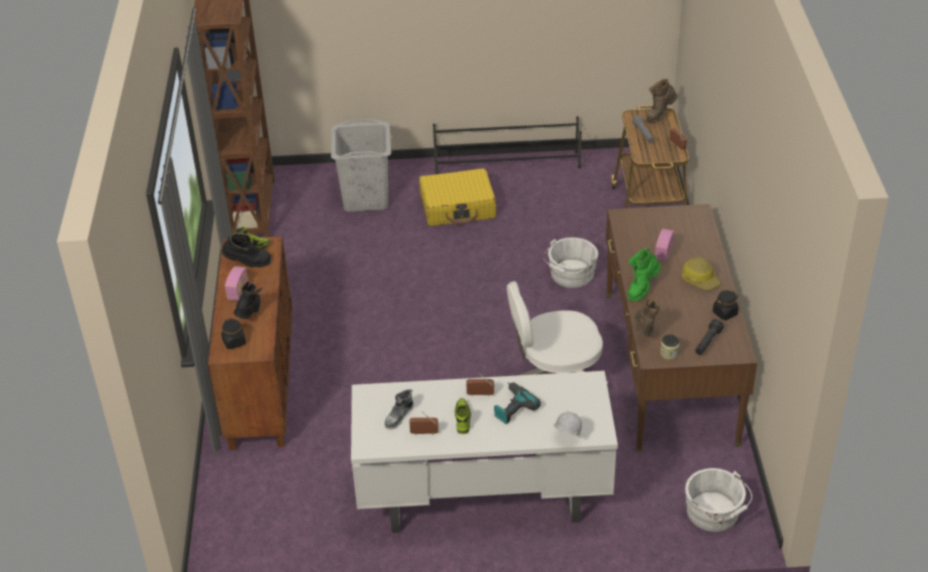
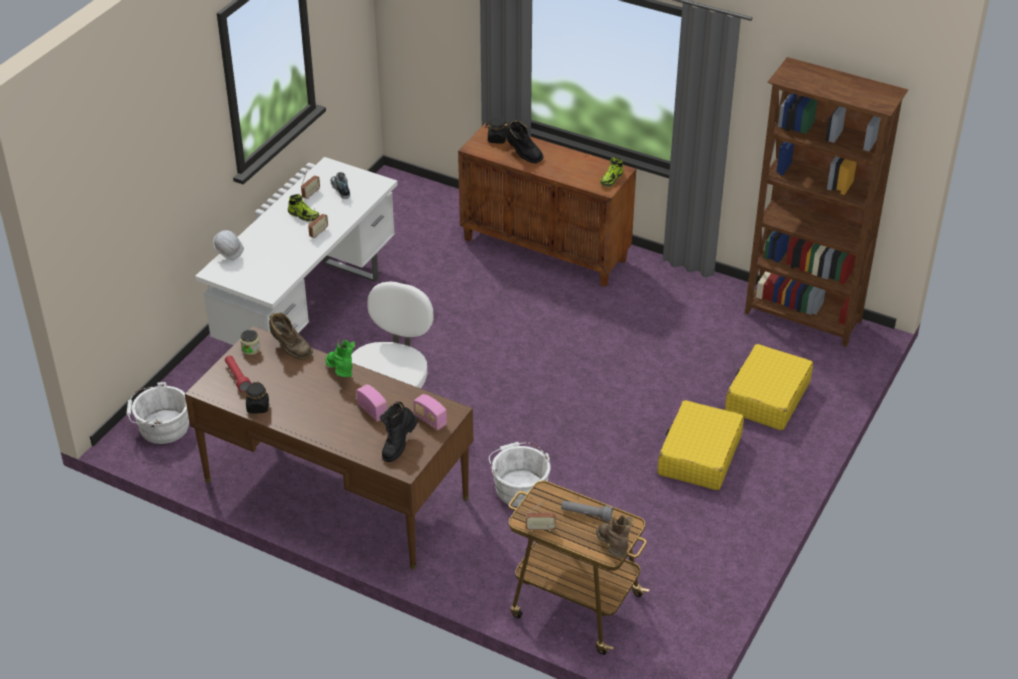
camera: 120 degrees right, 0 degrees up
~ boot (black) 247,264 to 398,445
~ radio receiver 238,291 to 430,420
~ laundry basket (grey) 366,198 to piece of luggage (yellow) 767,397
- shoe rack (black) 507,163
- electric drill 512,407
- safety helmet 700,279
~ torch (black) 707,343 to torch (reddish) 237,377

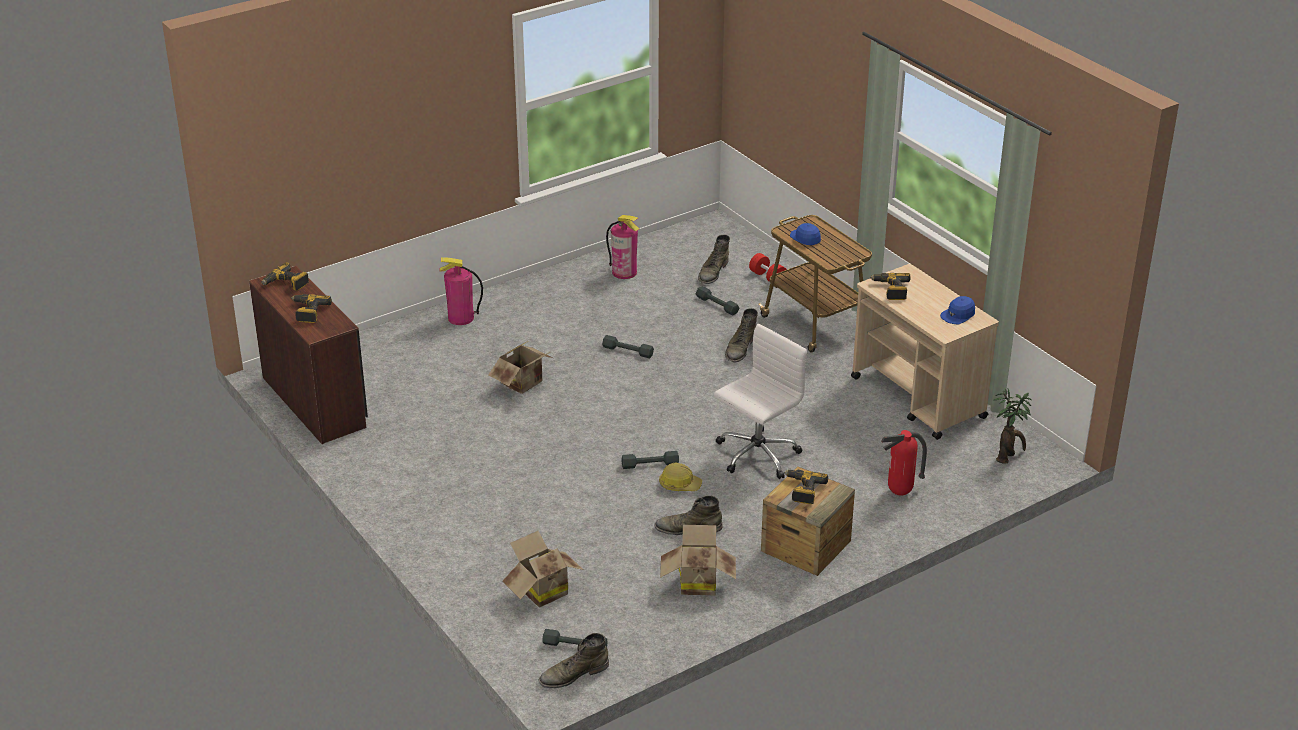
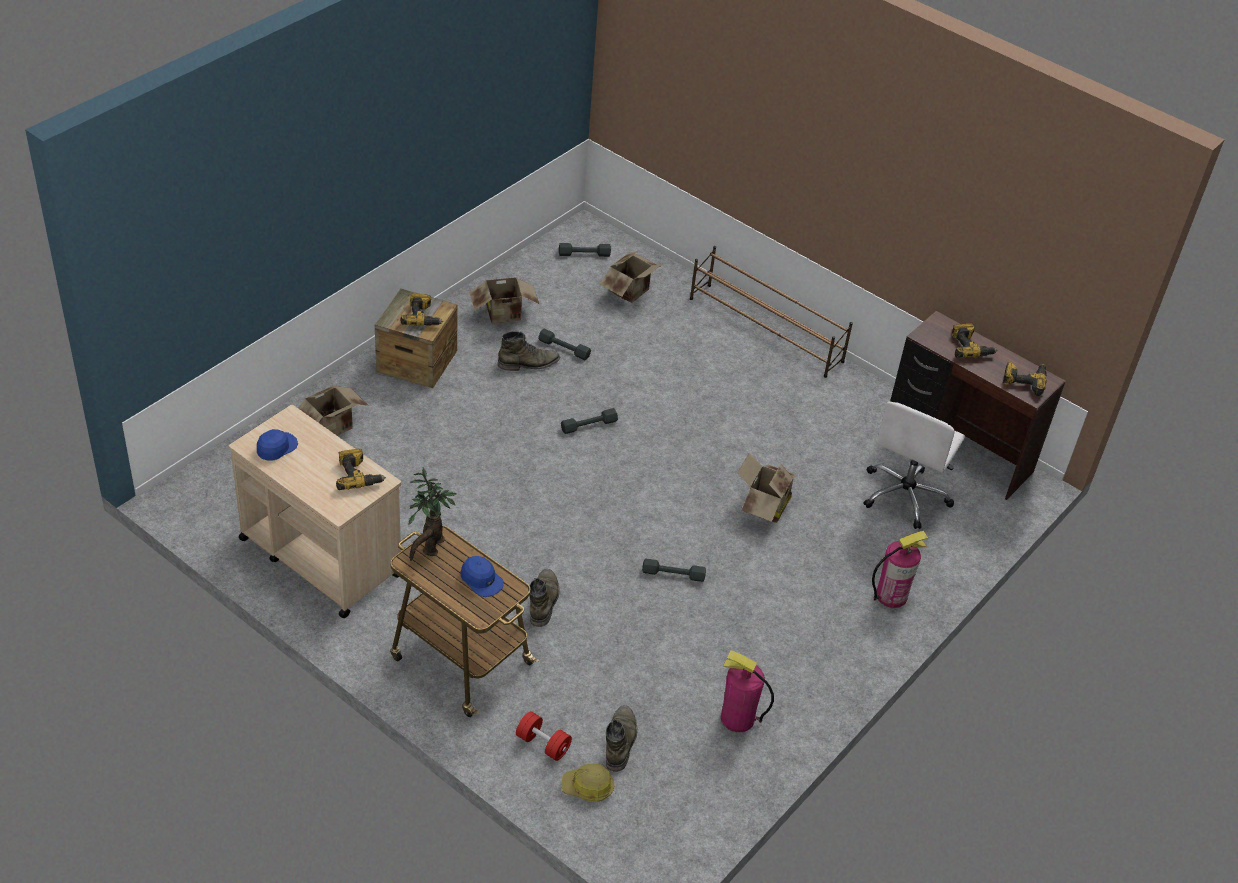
camera: 160 degrees right, 10 degrees up
- boot (green-coloured) 573,674
~ safety helmet 679,484 to 588,787
~ dumbbell (grey) 717,305 to 564,349
~ office chair (white) 756,455 to 905,495
~ fire extinguisher 900,493 to packing box 333,428
~ plant in a pot 1008,456 to 430,548
+ shoe rack (brown) 766,330

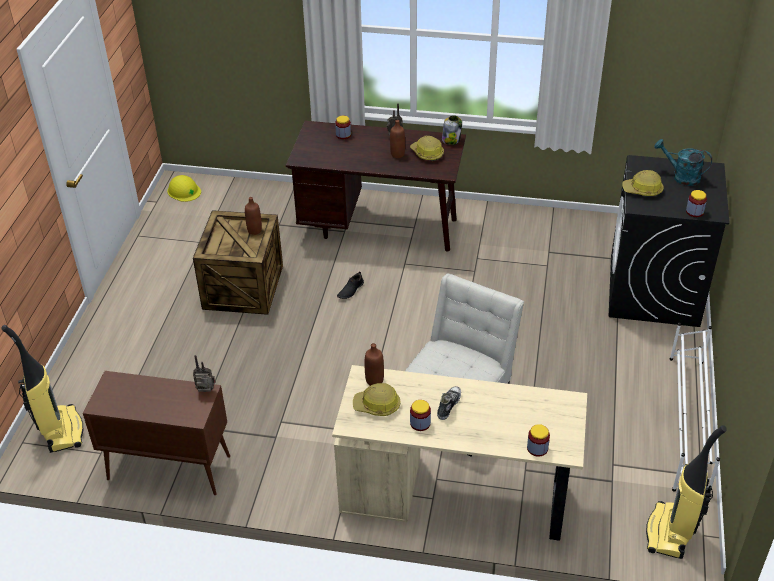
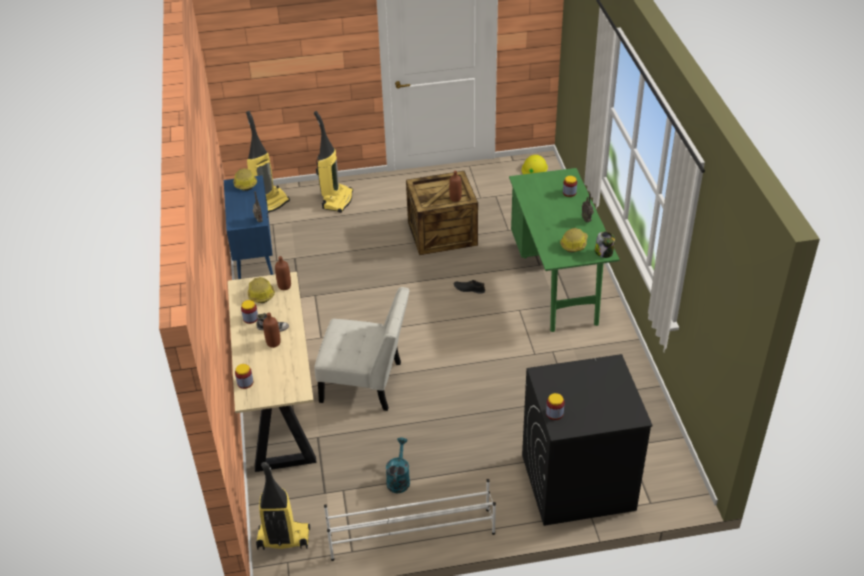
camera: 70 degrees right, 0 degrees up
~ cabinet (brown) 167,468 to cabinet (bluish) 254,258
~ desk table (brown) 379,227 to desk table (green-coloured) 557,283
~ beverage bottle (brown) 397,154 to 273,343
~ safety helmet 642,190 to 245,183
~ watering pot (turquoise-coloured) 681,176 to 398,478
+ hoover 337,200

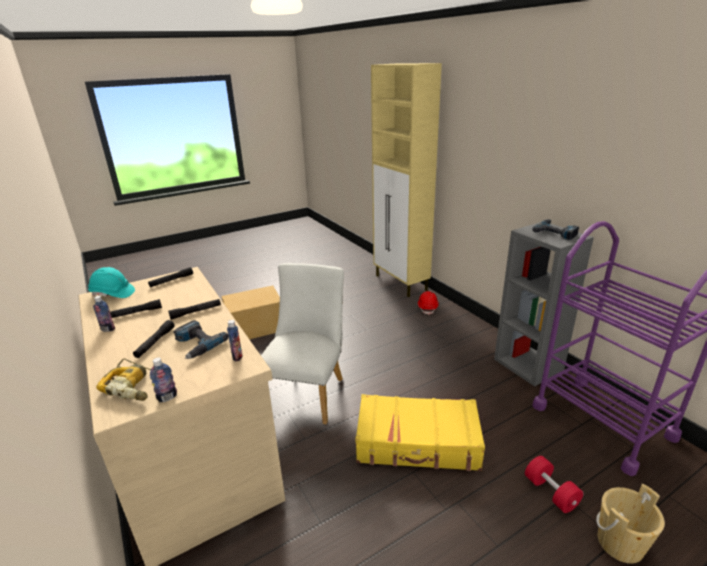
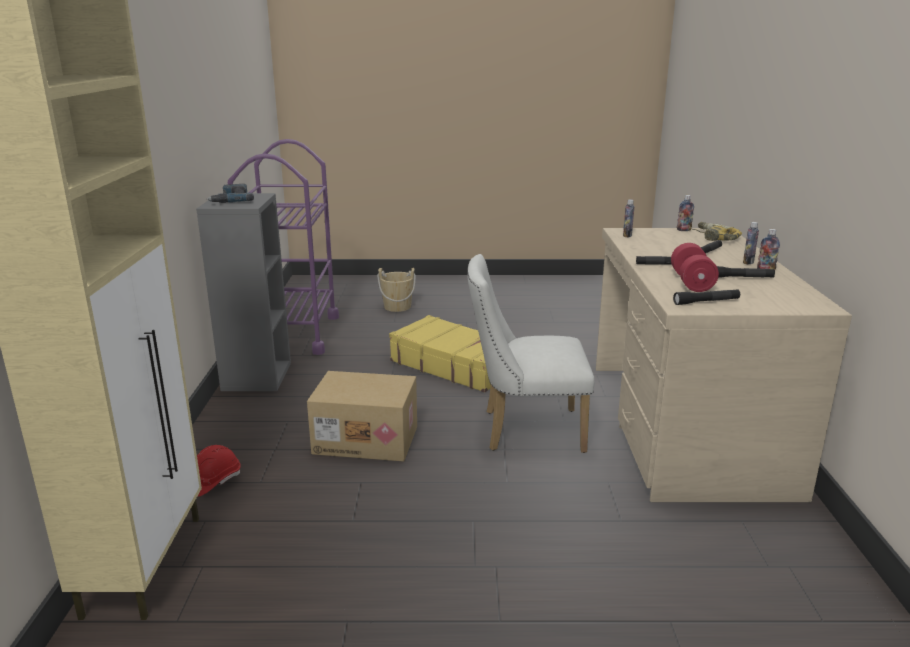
camera: 150 degrees left, 5 degrees down
- safety helmet (turquoise-coloured) 113,294
- electric drill 196,344
~ packing box 255,328 to 367,439
~ upright chair (white) 309,392 = 524,430 45 degrees clockwise
~ dumbbell (reddish) 550,492 to 691,282
+ beverage bottle 748,262

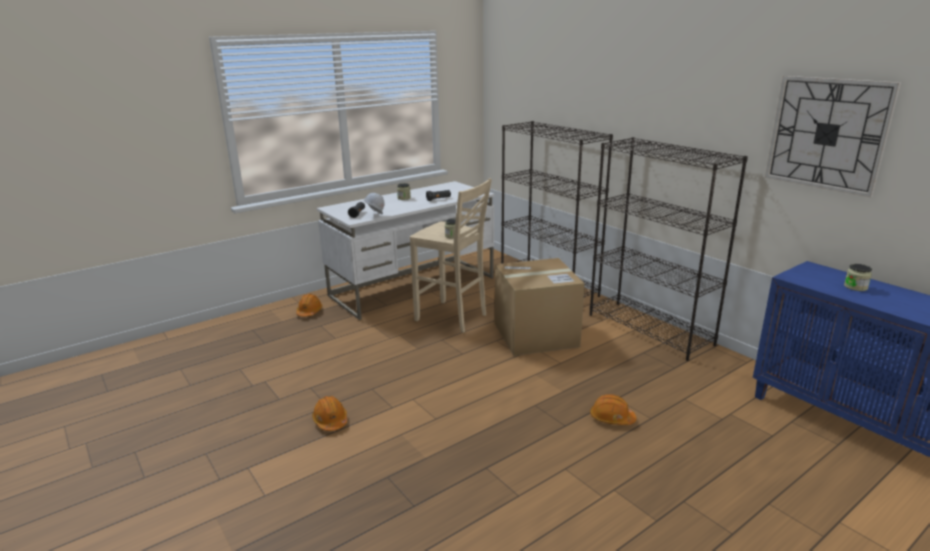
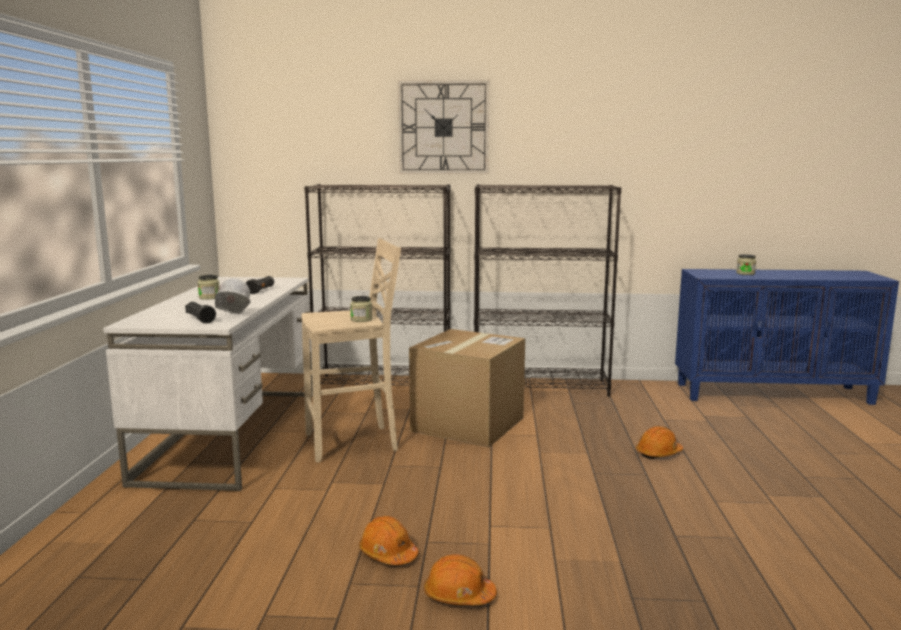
camera: 50 degrees left, 10 degrees down
~ safety helmet (orange-coloured) 309,312 to 388,554
~ hanging clock 827,134 to 443,127

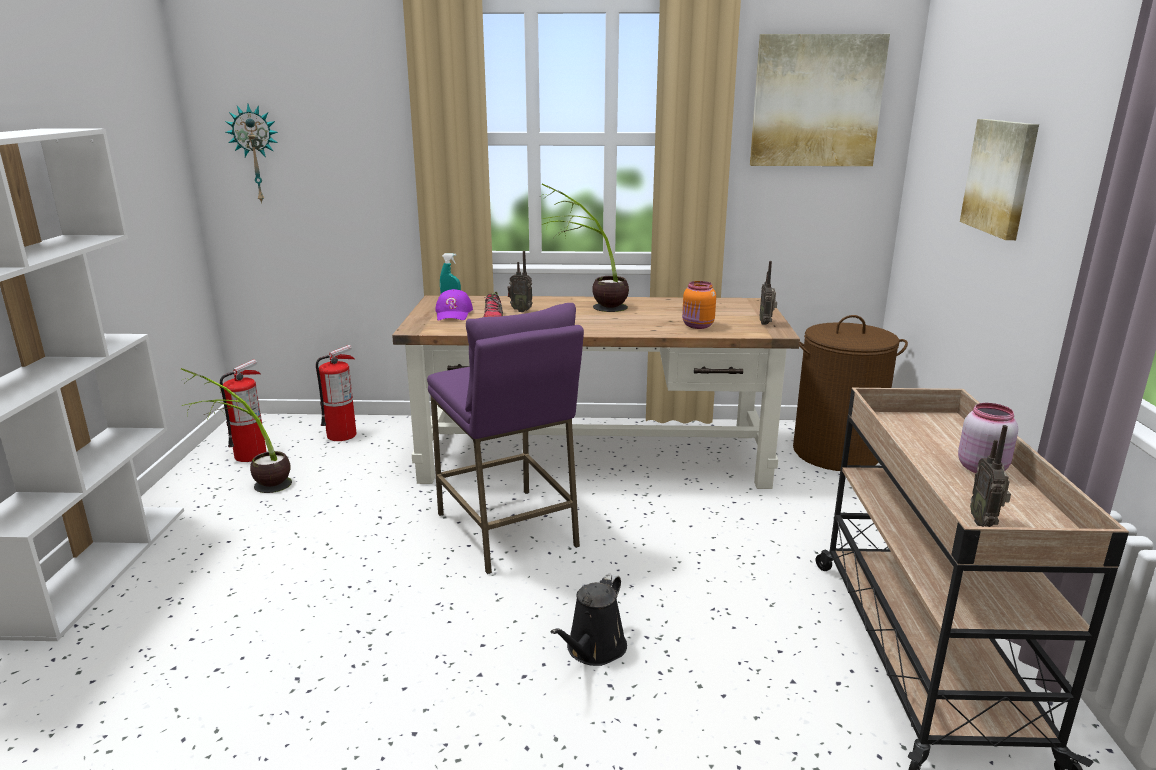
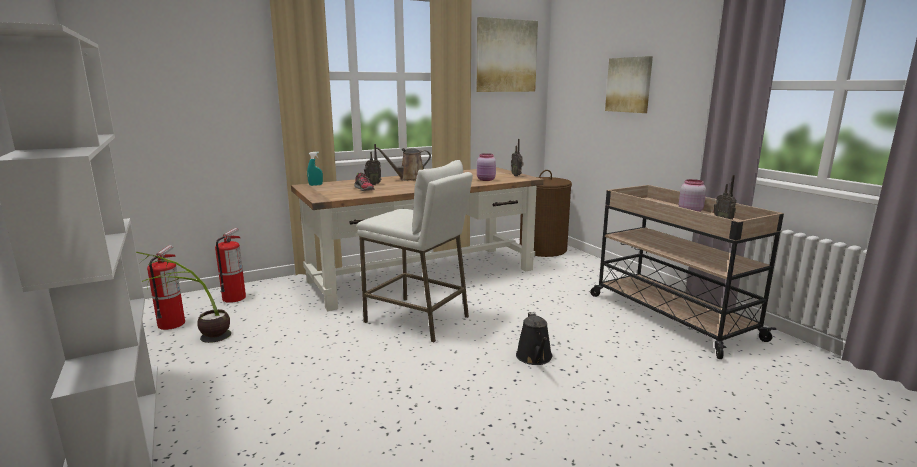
camera: 30 degrees left, 5 degrees down
- hanging clock 256,154
~ stool (purplish) 508,530 to stool (white) 418,319
- peaked cap (purplish) 453,313
~ plant in a pot 589,306 to watering pot (brown) 409,179
~ preserve jar (orange-coloured) 698,326 to preserve jar (pink) 486,180

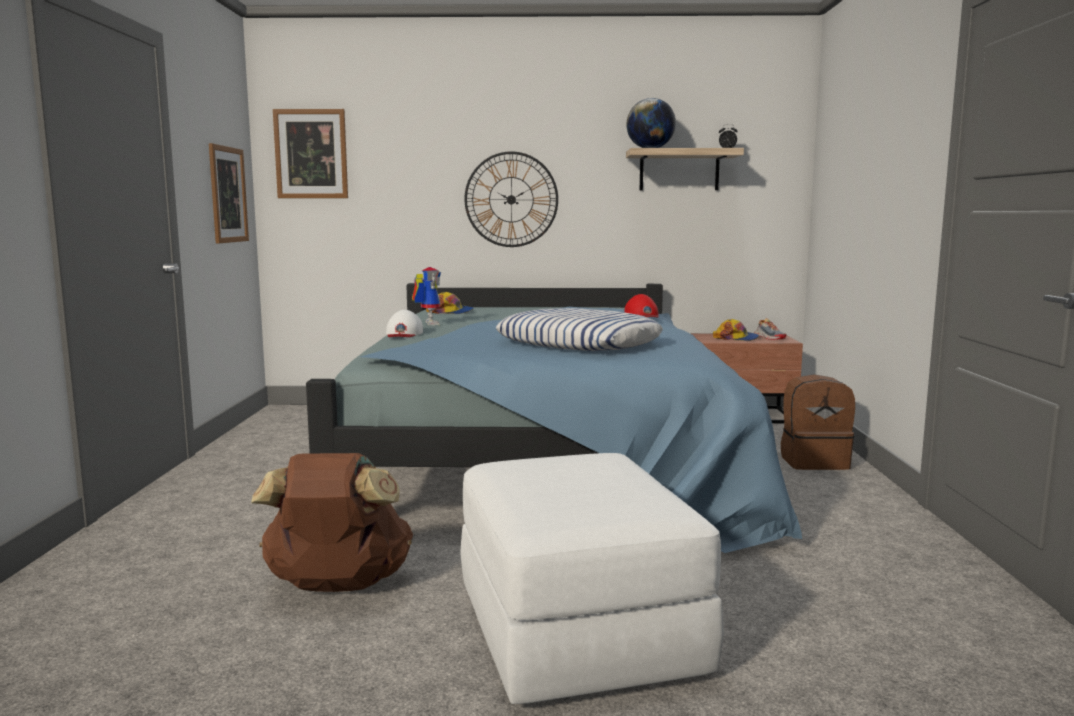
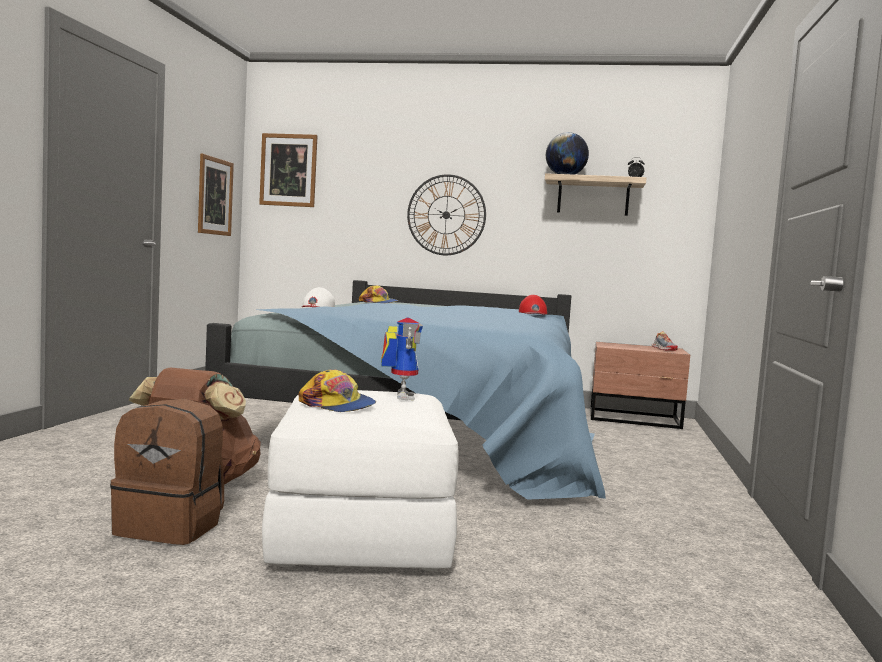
camera: 10 degrees right, 5 degrees down
~ model robot 427,323 to 399,396
- pillow 577,343
~ peaked cap 736,338 to 337,405
~ backpack (brown) 814,462 to 171,527

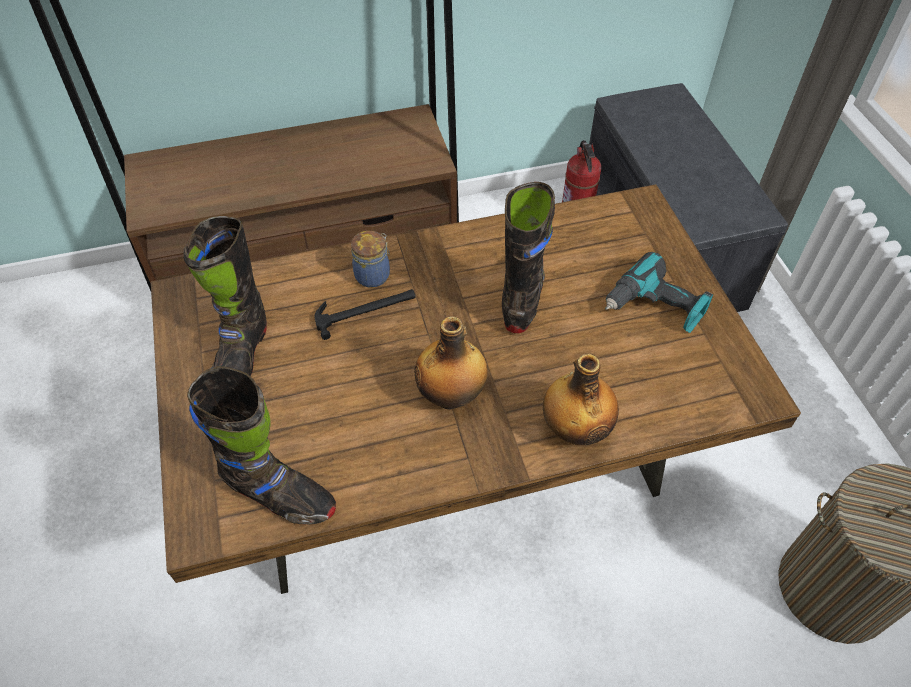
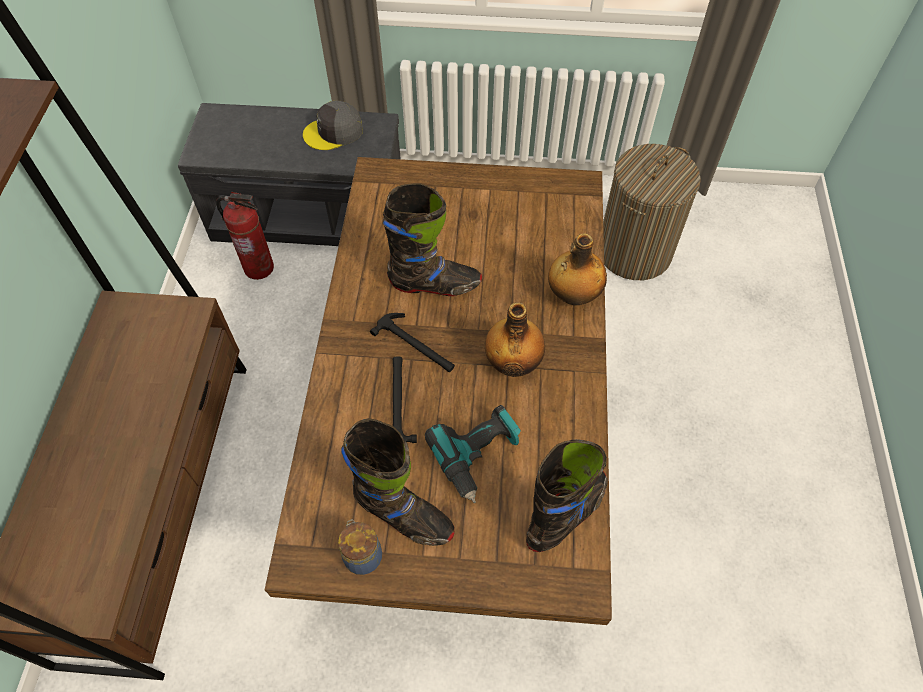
camera: 70 degrees left, 5 degrees up
~ preserve jar 373,275 to 362,555
~ boot (black) 522,297 = 435,284 150 degrees clockwise
~ electric drill 655,307 to 478,455
+ peaked cap (grey) 334,132
+ tool hammer 416,345

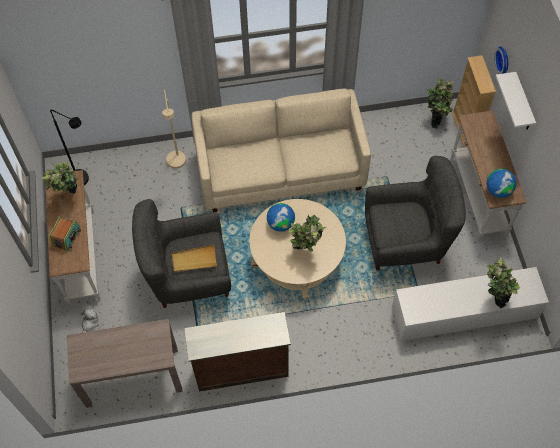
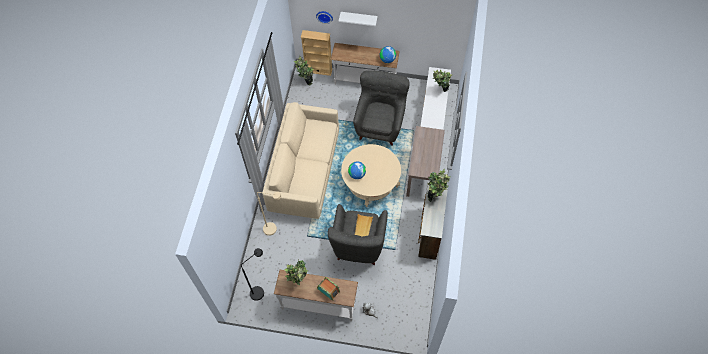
camera: 70 degrees left, 0 degrees up
~ hall table (brown) 132,377 to 423,174
~ plant in a pot 306,251 to 435,195

